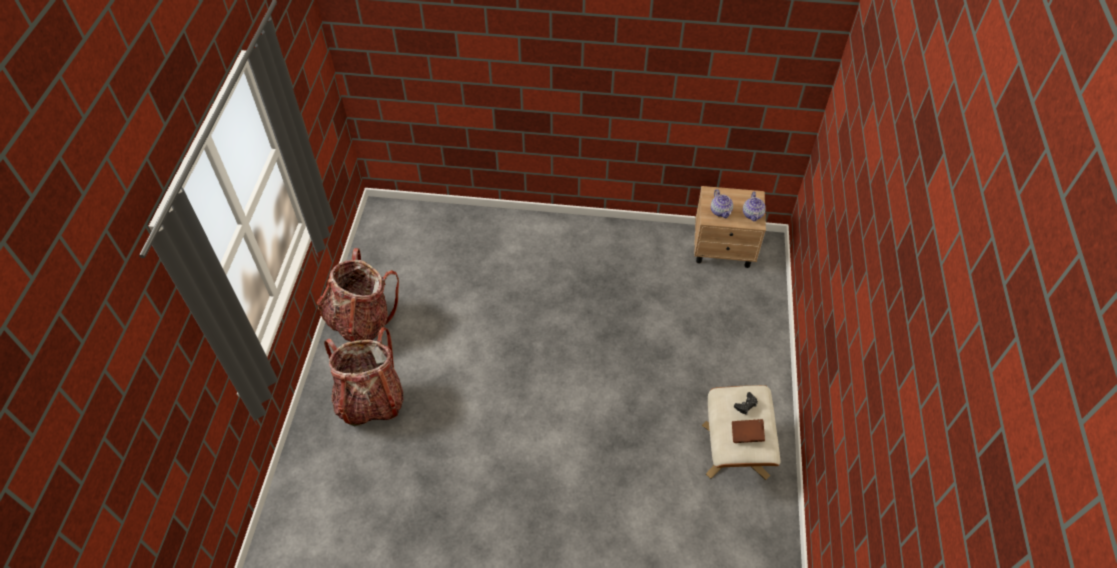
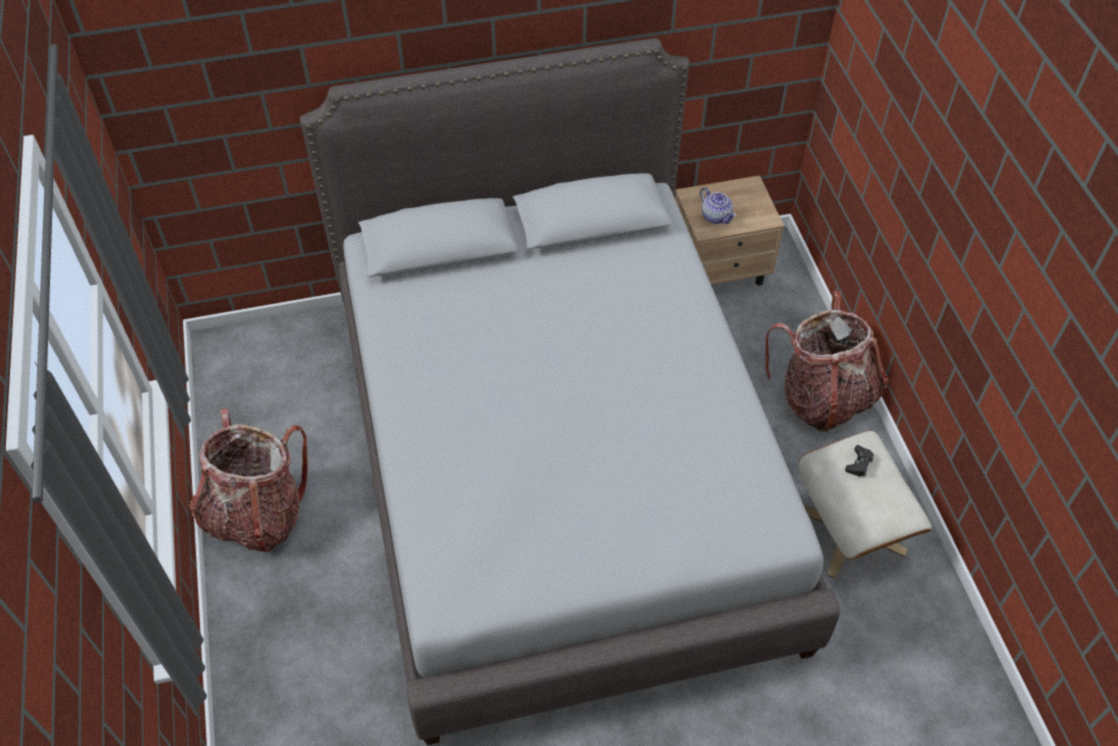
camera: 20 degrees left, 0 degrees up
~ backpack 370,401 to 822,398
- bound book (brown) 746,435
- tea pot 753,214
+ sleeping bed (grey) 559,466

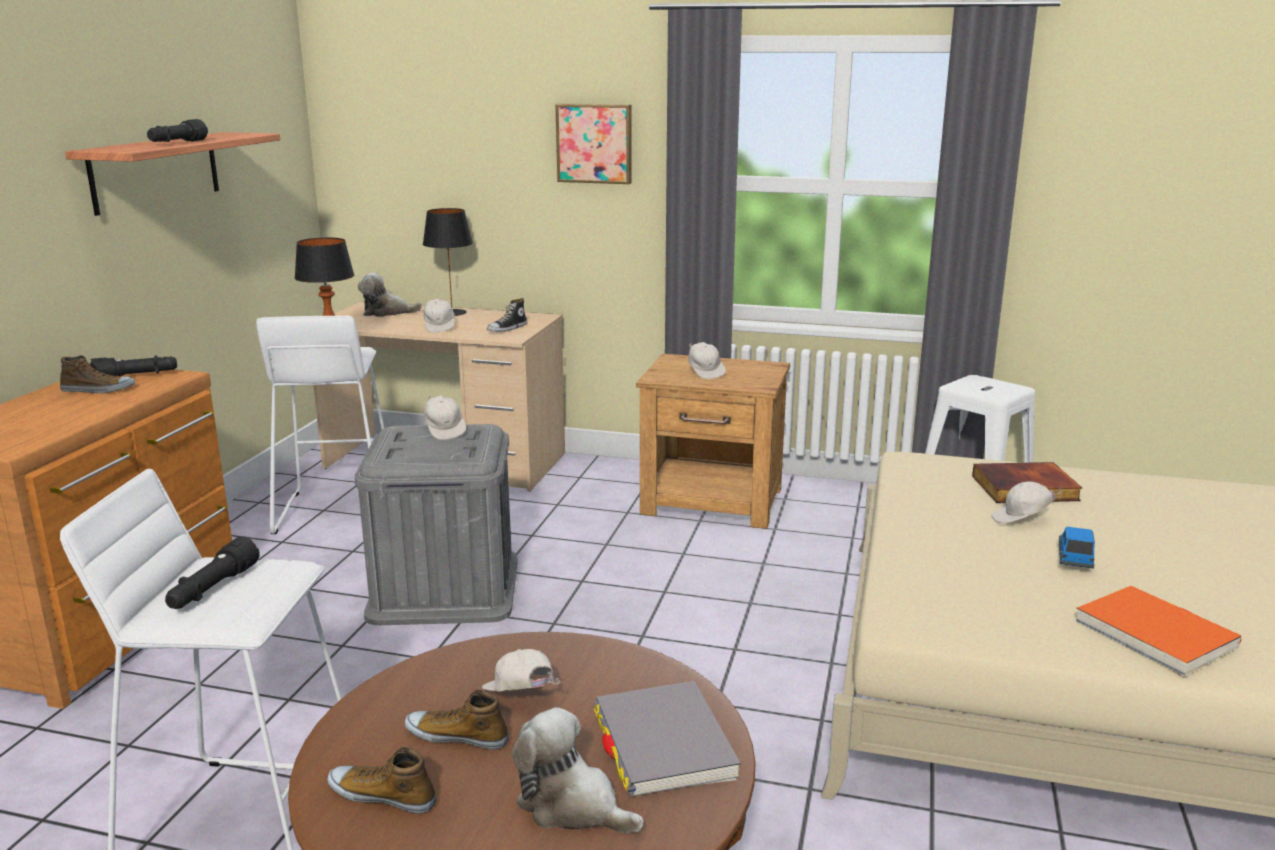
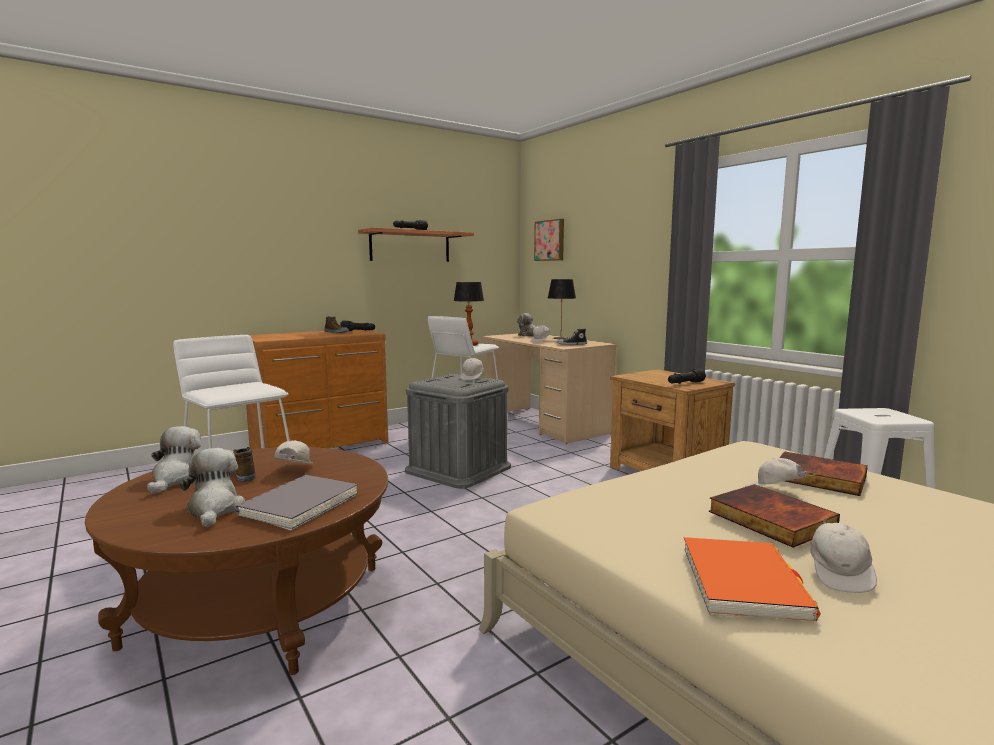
camera: 40 degrees right, 10 degrees down
~ torch (black) 212,589 to 685,383
~ item of footwear 383,795 to plush toy 176,480
~ wall picture 595,143 to 550,240
~ peaked cap (white) 705,372 to 840,574
~ model car 1074,558 to bound book 769,520

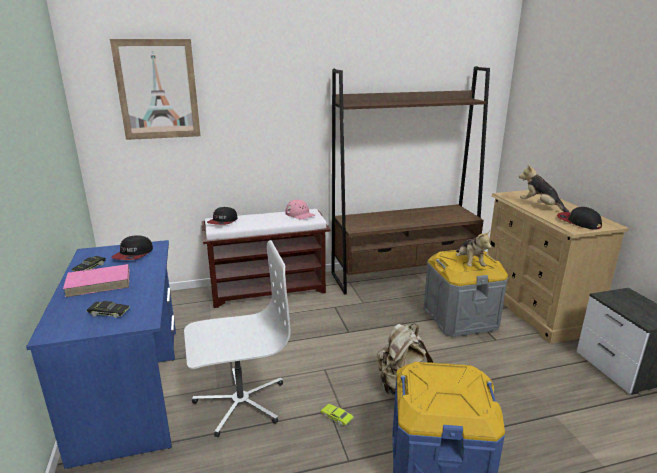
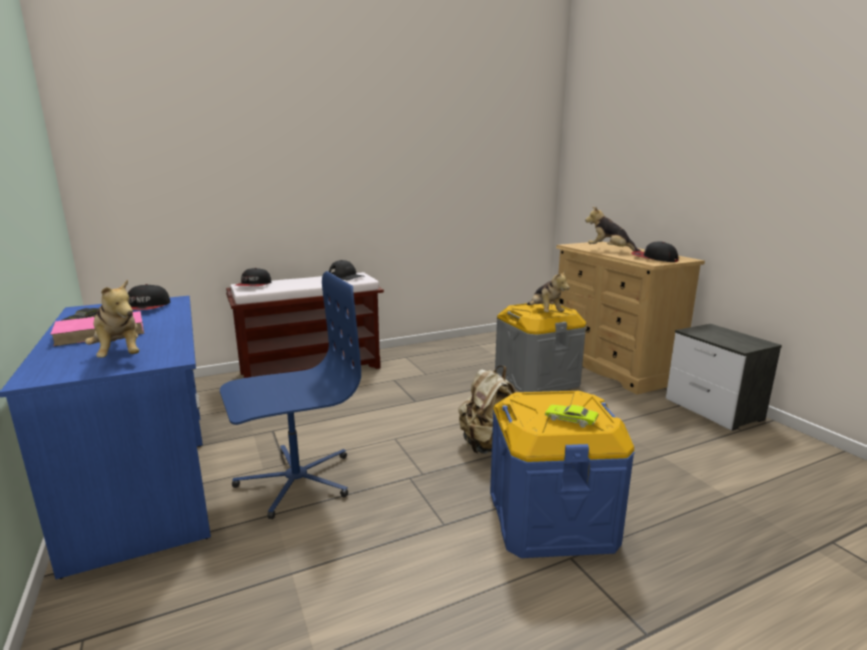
camera: 10 degrees left, 5 degrees down
~ model car (black) 109,313 to plush toy 120,355
- wall picture 157,90
~ office chair (white) 240,402 to office chair (bluish) 295,480
~ peaked cap (pink) 300,214 to peaked cap (black) 346,276
~ model car (green-coloured) 336,417 to 571,419
- bookcase (brown) 404,275

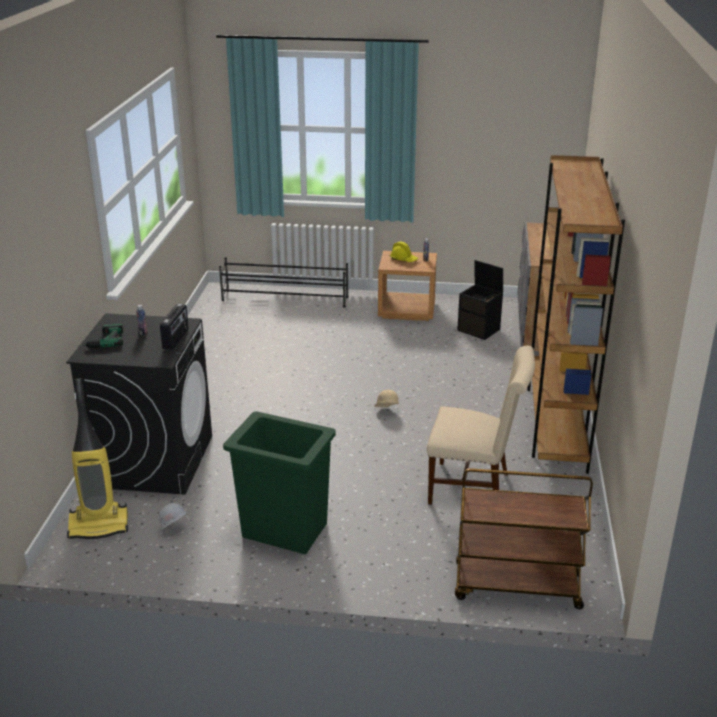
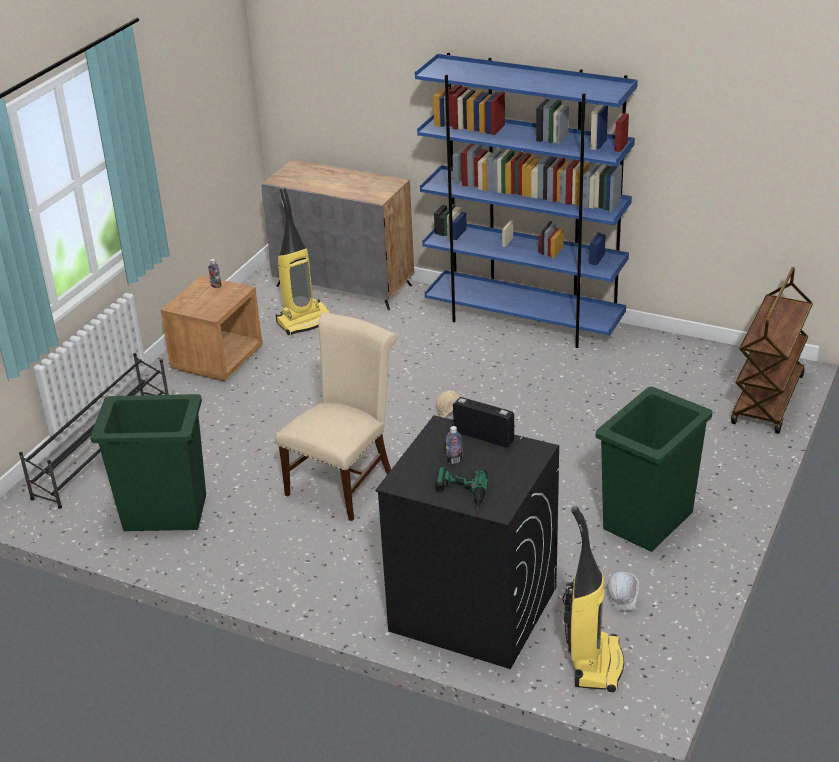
camera: 70 degrees left, 5 degrees up
- safety helmet (yellow) 403,259
~ upright chair (beige-coloured) 475,488 to 344,482
~ storage box (black) 479,330 to hoover 304,321
~ bookcase (brown) 556,423 to bookcase (bluish) 524,321
+ rubbish bin (green-coloured) 164,512

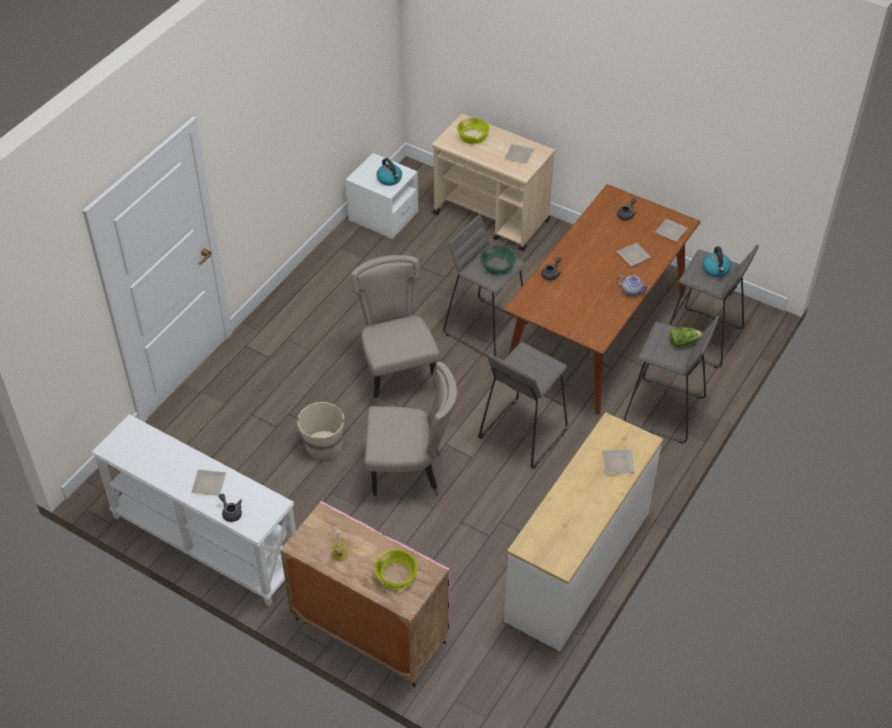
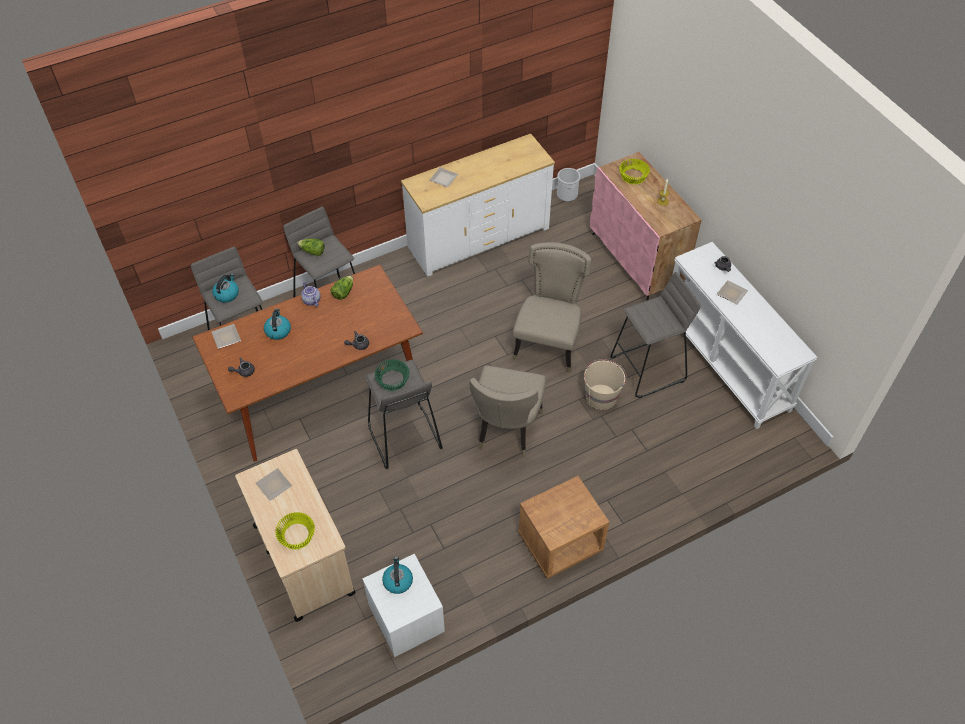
camera: 150 degrees left, 5 degrees up
~ upright chair (beige-coloured) 410,474 = 548,344 75 degrees clockwise
~ stool (grey) 522,434 to 648,369
~ plate 633,255 to tea kettle 278,330
+ lettuce head 343,292
+ bedside table (brown) 560,543
+ water bucket 567,194

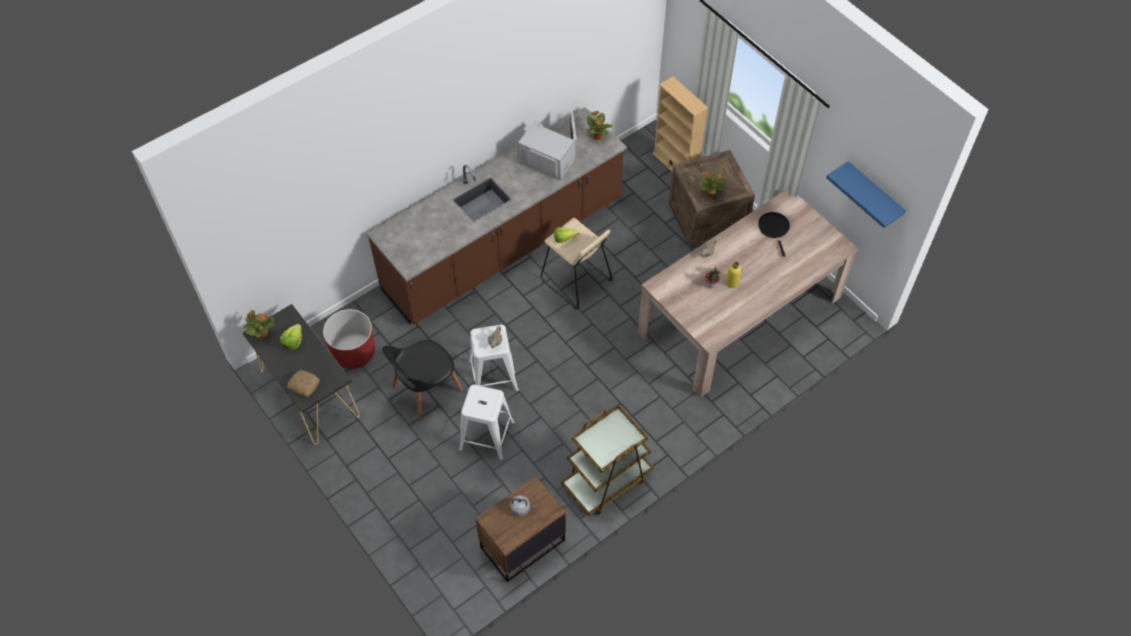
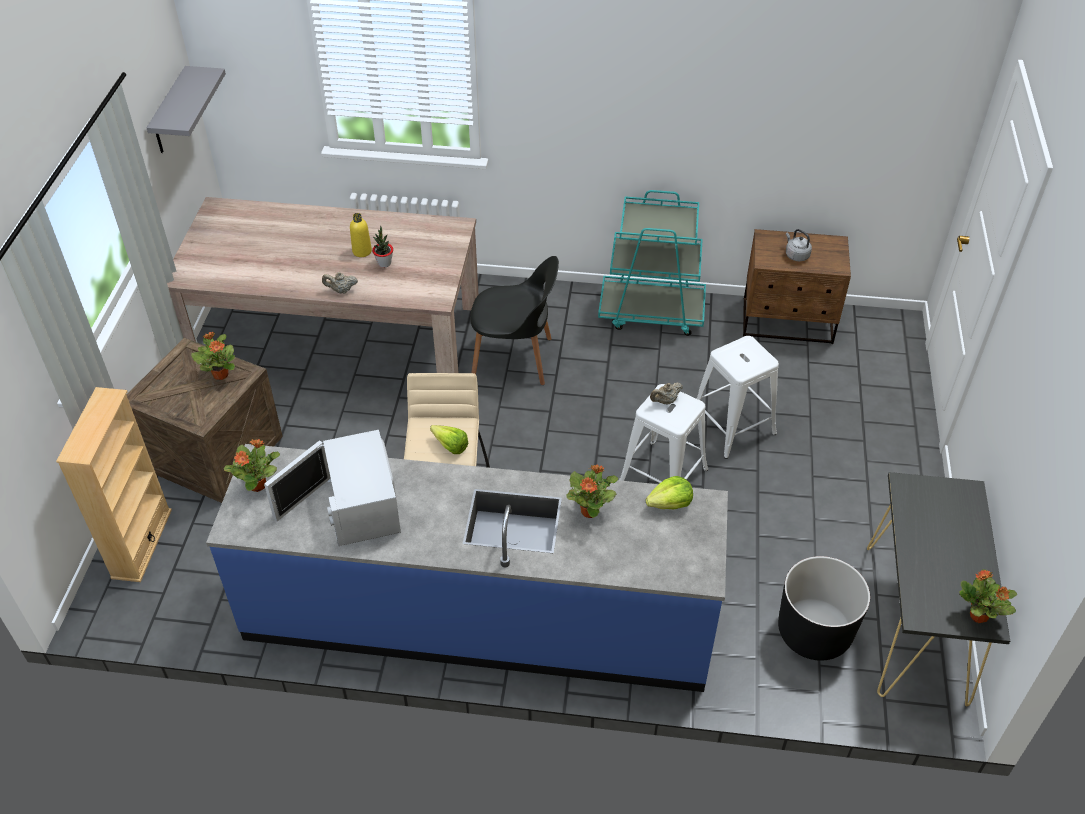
camera: 135 degrees left, 10 degrees down
~ lettuce head 293,341 to 670,504
- baked bread 303,385
~ planter (reddish) 353,352 to planter (black) 814,632
~ kitchen counter (brown) 504,246 to kitchen counter (bluish) 479,616
~ upright chair (black) 425,390 to 515,359
~ cart (brown) 606,480 to cart (turquoise-coloured) 652,312
- frying pan (black) 774,229
~ shelf (bluish) 873,194 to shelf (grey) 170,112
+ plant in a pot 590,510

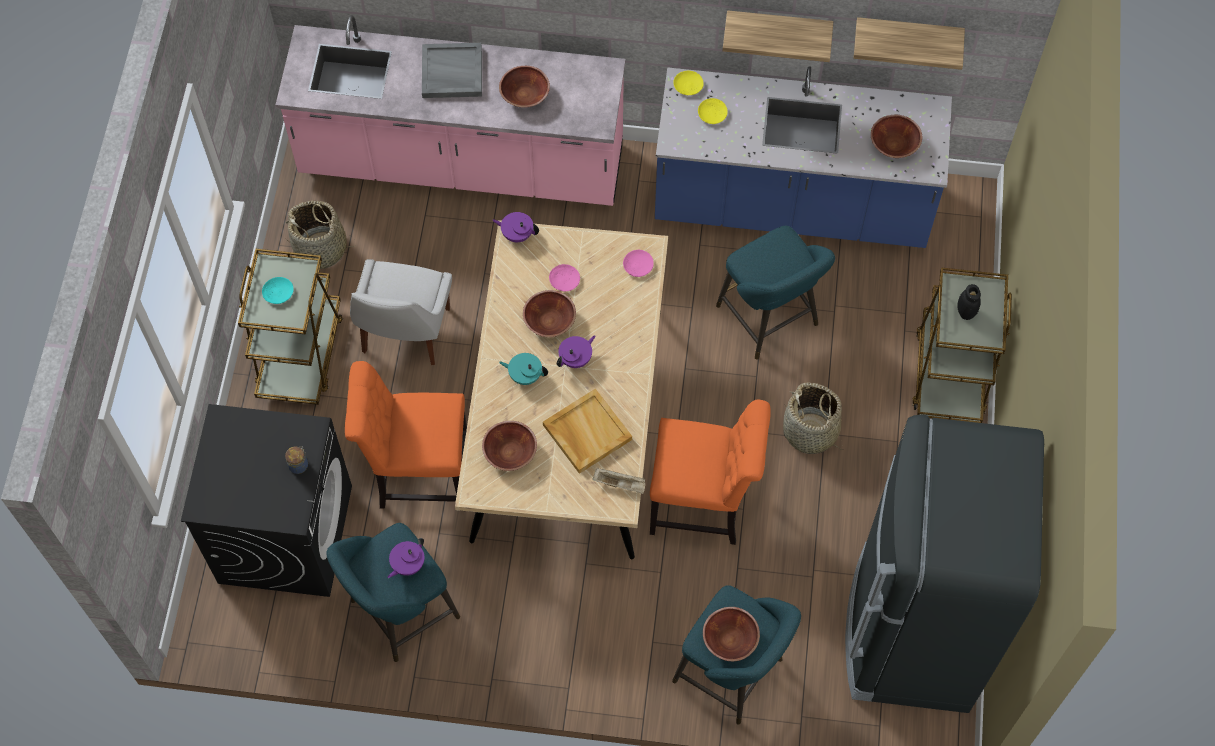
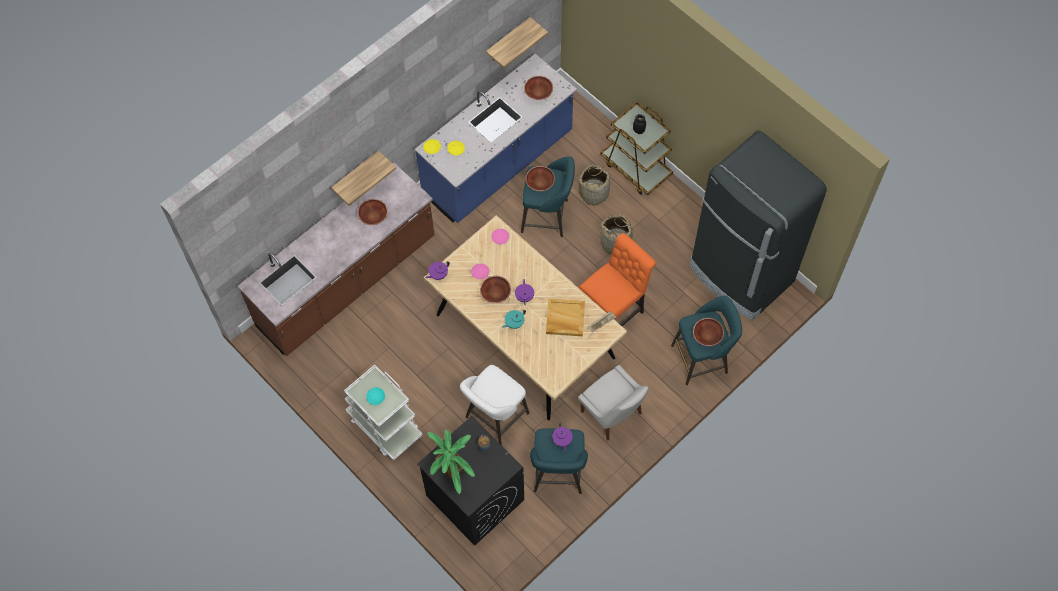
camera: 50 degrees left, 0 degrees up
~ cart (brown) 300,353 to cart (white) 384,425
~ kitchen counter (pink) 462,164 to kitchen counter (brown) 347,283
~ storage basket 321,249 to 594,192
~ upright chair (orange-coloured) 418,474 to stool (white) 494,418
~ upright chair (white) 405,333 to 613,414
- tray (grey) 451,73
~ bowl (brown) 510,452 to 540,183
~ shelf 778,28 to 356,175
+ plant in a pot 453,474

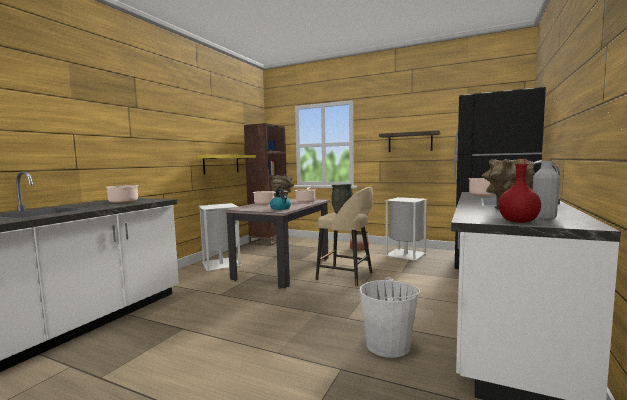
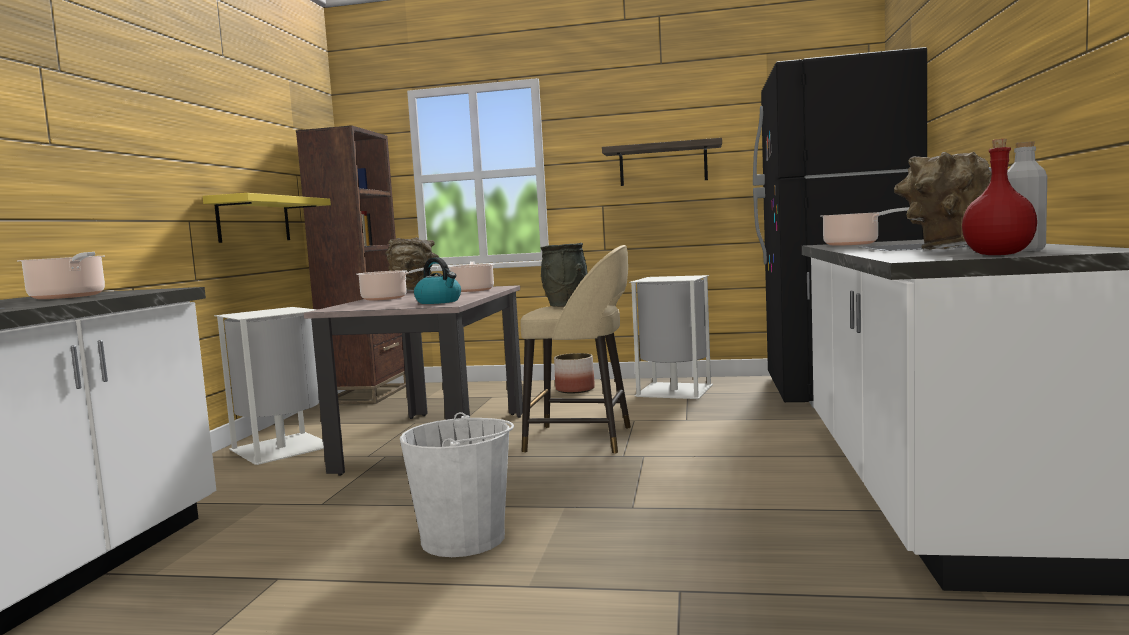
camera: 15 degrees left, 0 degrees up
~ water bucket (white) 388,345 to 464,538

